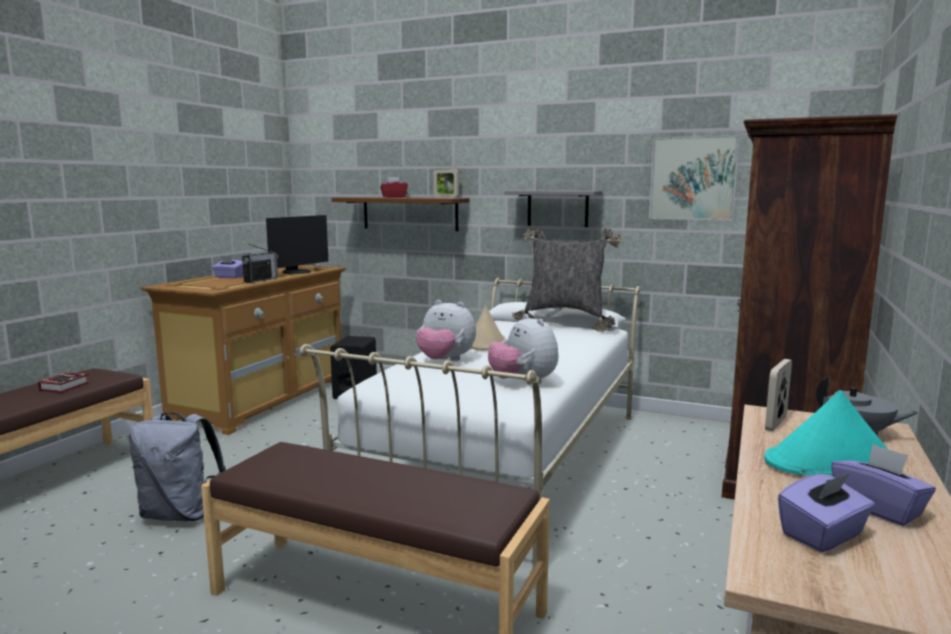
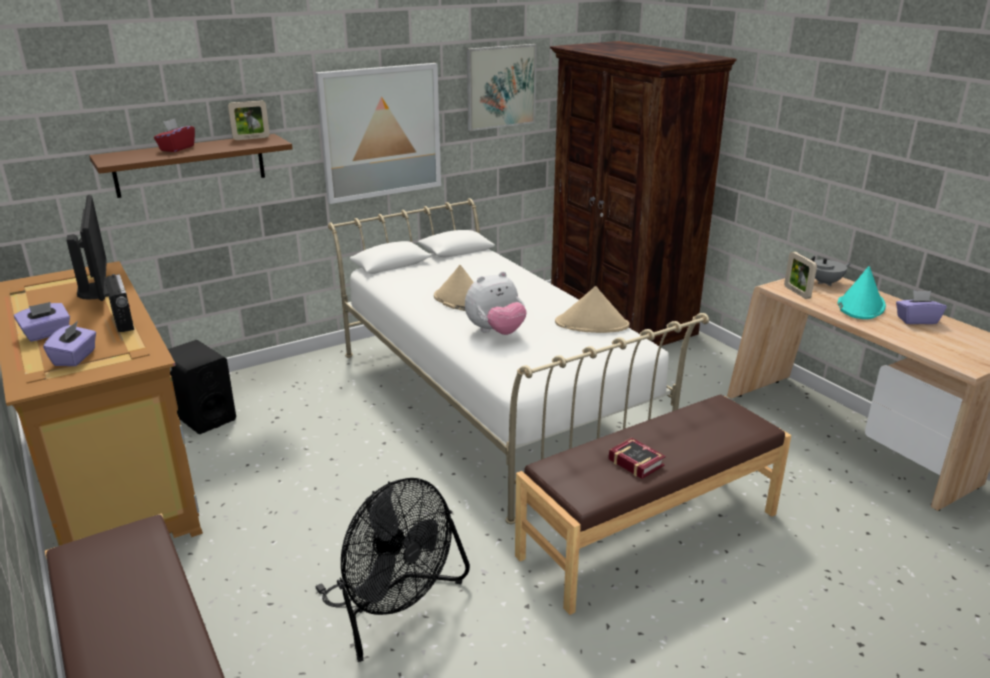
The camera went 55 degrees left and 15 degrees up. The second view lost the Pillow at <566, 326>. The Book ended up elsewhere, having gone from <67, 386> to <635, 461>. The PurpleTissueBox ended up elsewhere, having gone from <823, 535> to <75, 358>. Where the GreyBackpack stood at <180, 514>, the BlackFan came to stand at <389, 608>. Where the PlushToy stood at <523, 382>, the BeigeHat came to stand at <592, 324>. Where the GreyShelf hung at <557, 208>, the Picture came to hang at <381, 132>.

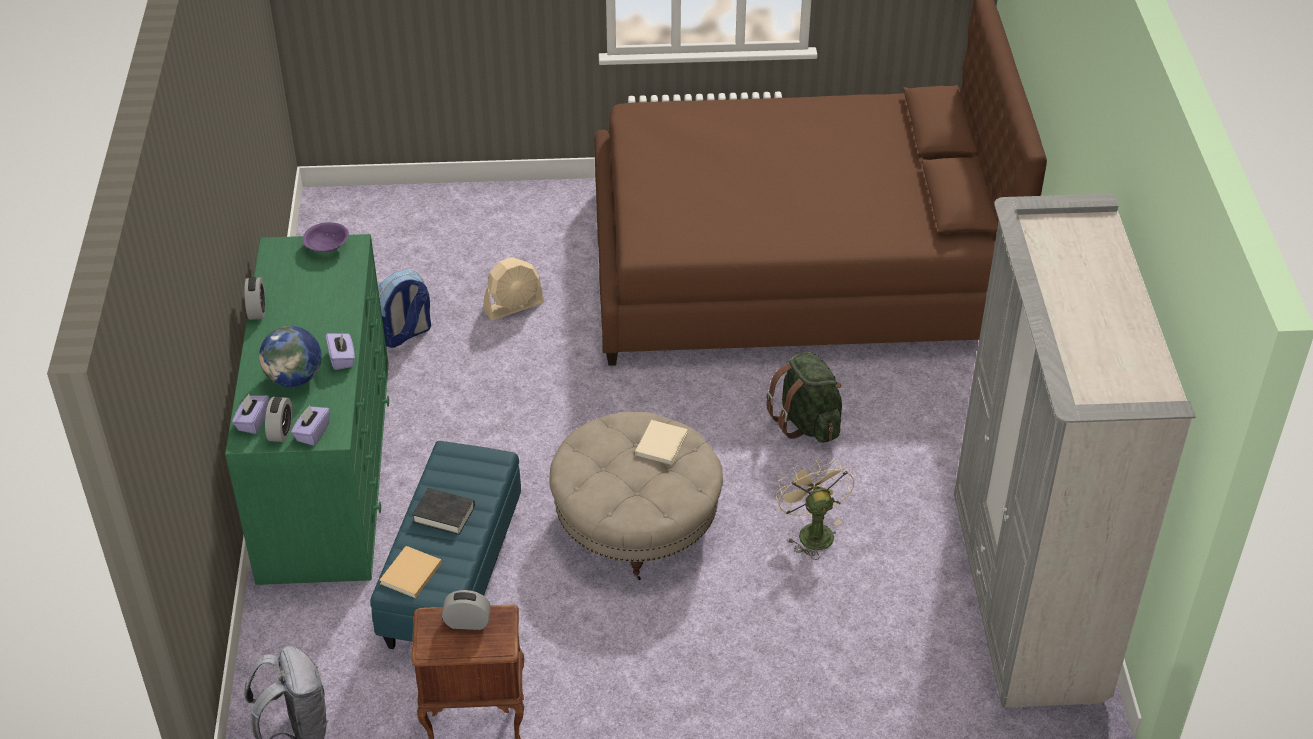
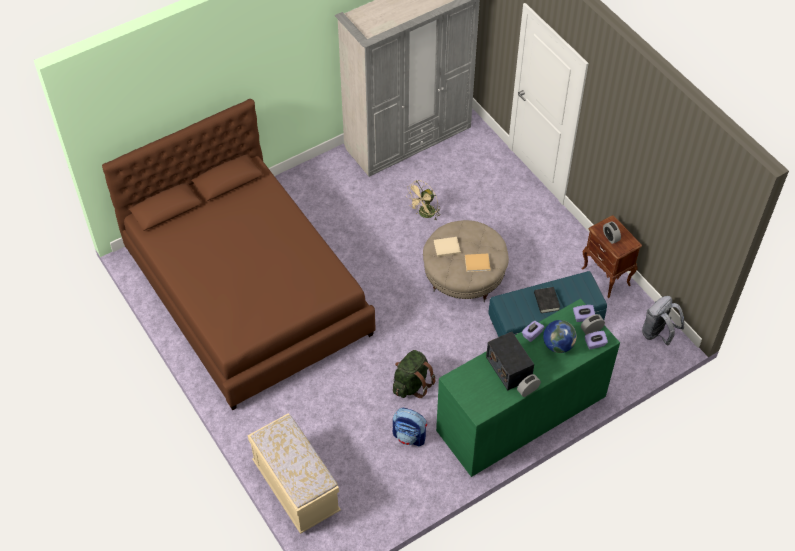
The camera went 120 degrees left and 10 degrees up. The second view lost the PurpleBowl at <327, 247>. The second view lost the BeigeFan at <514, 306>. The second view gained the BeigeBench at <296, 487>. The second view gained the Radio at <508, 368>. The BeigeBook ended up elsewhere, having gone from <410, 575> to <478, 263>. The GreenBackpack ended up elsewhere, having gone from <807, 422> to <411, 384>.

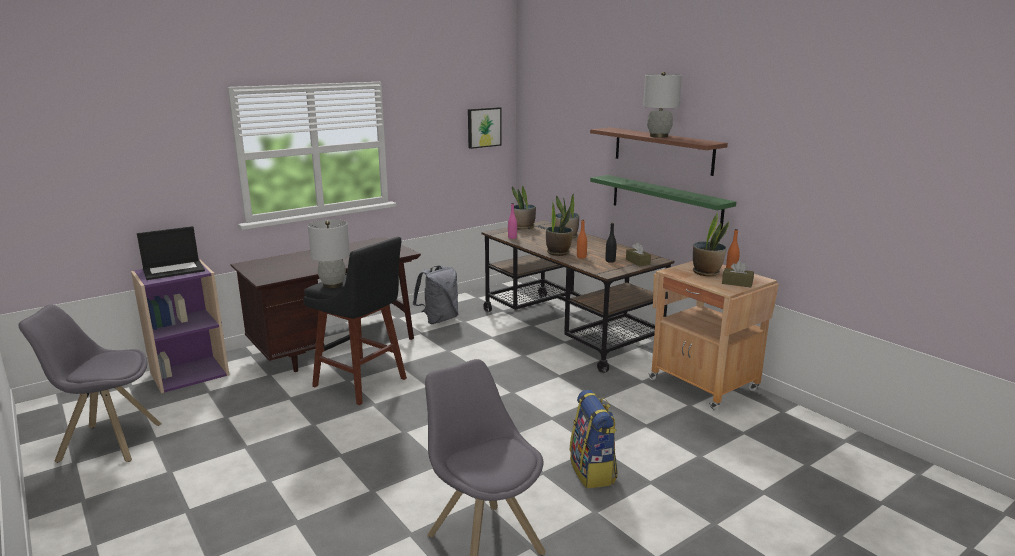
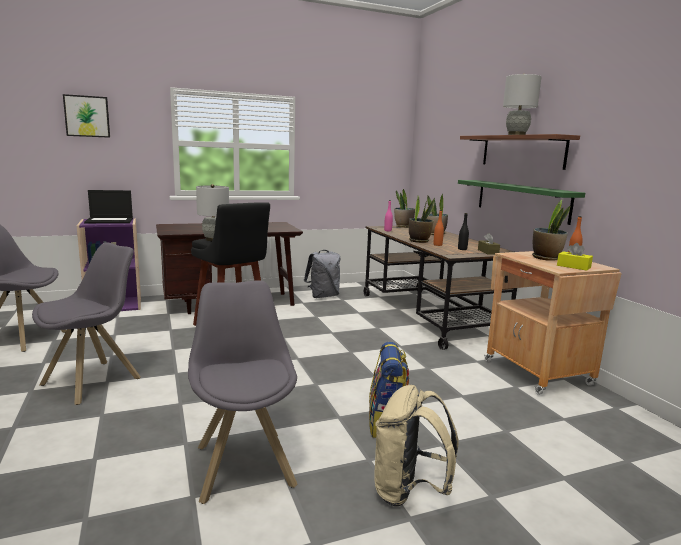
The camera went 15 degrees right and 5 degrees down. The second view gained the GreyChair at <92, 381>. The second view gained the BeigeBackpack at <408, 491>. The Picture ended up elsewhere, having gone from <483, 127> to <87, 116>. What was the BrownTissueBox at <737, 283> turned into the YellowTissueBox at <573, 266>.

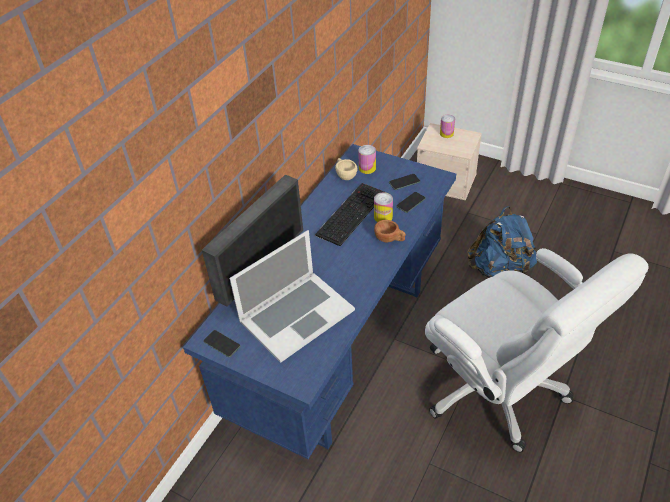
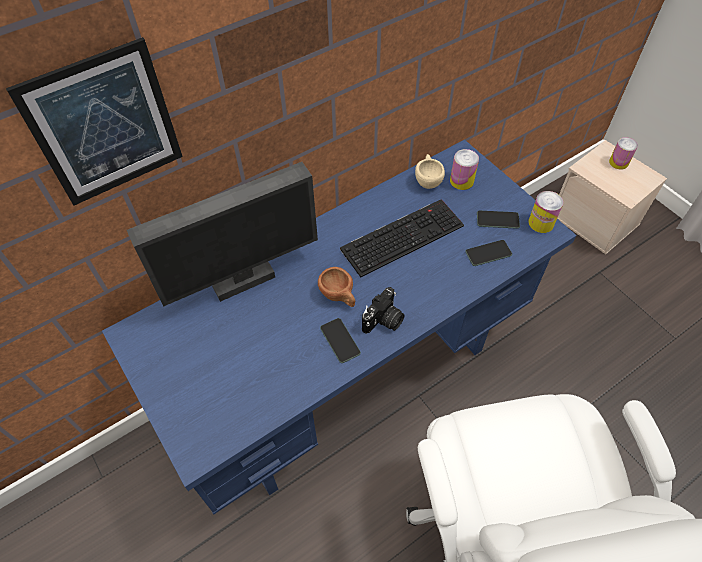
The camera went 25 degrees right and 10 degrees up. The second view lost the Laptop at <296, 315>. The second view lost the BlueBackpack at <500, 269>. The second view gained the Picture at <105, 125>. The second view gained the PhotoCamera at <384, 321>. The Phone ended up elsewhere, having gone from <222, 344> to <340, 340>. The Can ended up elsewhere, having gone from <383, 217> to <541, 223>. The BrownCup ended up elsewhere, having gone from <389, 239> to <339, 296>.

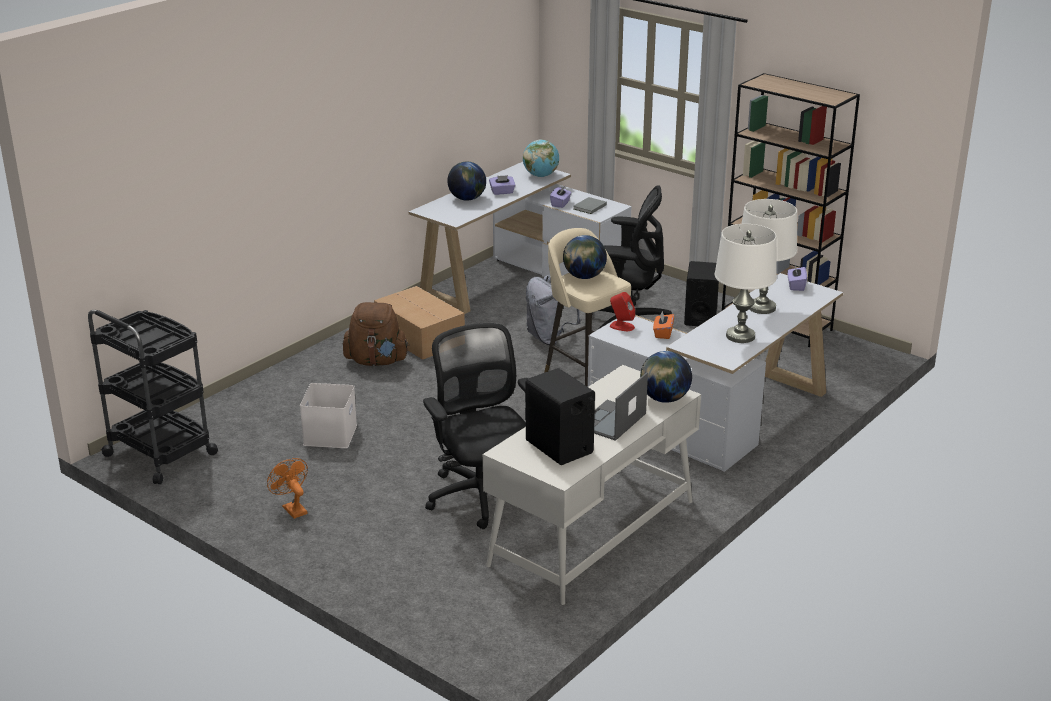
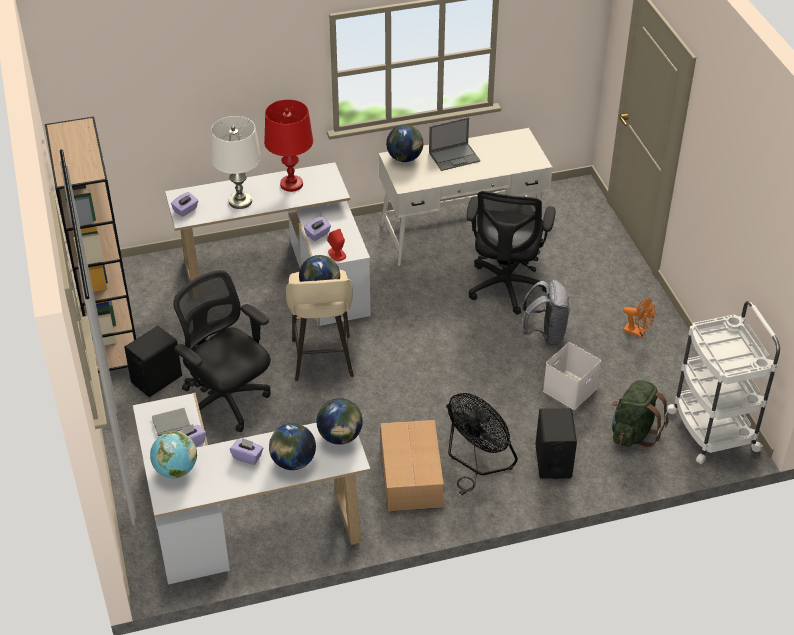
The camera went 145 degrees left and 15 degrees up. The second view gained the Globe at <340, 436>. The second view gained the GreenBackpack at <633, 432>. The GreyBackpack ended up elsewhere, having gone from <549, 338> to <545, 334>. The BlackSpeaker ended up elsewhere, having gone from <559, 447> to <553, 461>. Where the BrownBackpack stood at <376, 361>, the BlackFan came to stand at <474, 460>. What was the BlackCart at <161, 454> turned into the WhiteCart at <712, 430>. What was the OrangeTissueBox at <663, 333> turned into the PurpleTissueBox at <318, 234>. What was the WhiteTableLamp at <740, 336> turned into the RedTableLamp at <291, 184>. The OrangeFan at <292, 508> ended up facing another way, 60 degrees counterclockwise from before.

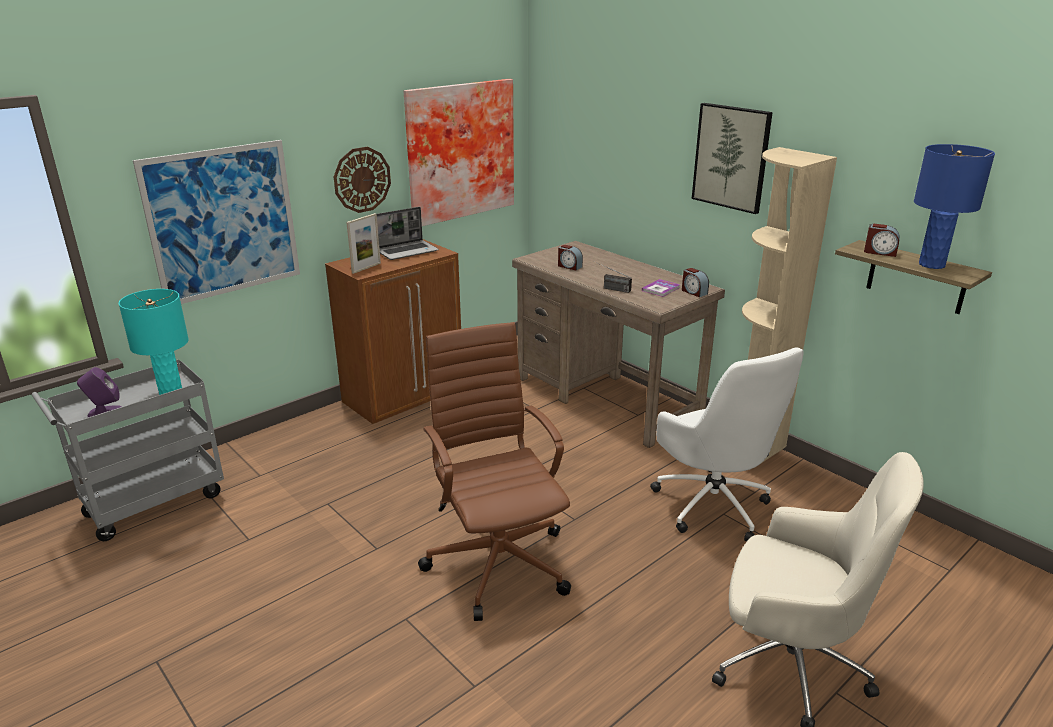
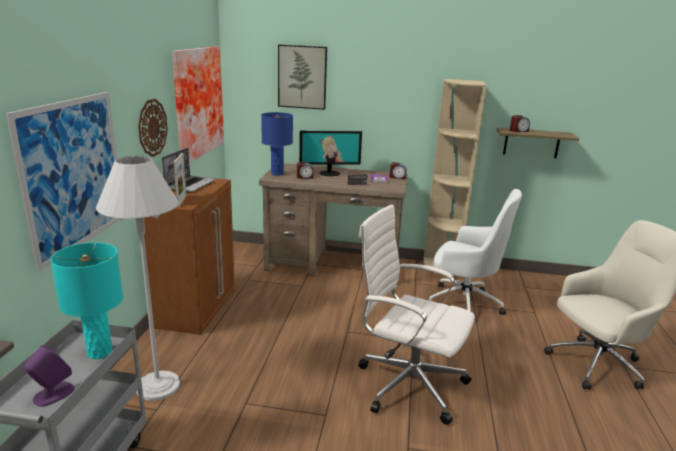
The camera went 40 degrees left and 5 degrees down. The second view gained the WhiteFloorLamp at <158, 386>. The second view gained the Monitor at <329, 173>. The Picture ended up elsewhere, having gone from <731, 157> to <302, 77>. The BlueTableLamp ended up elsewhere, having gone from <931, 264> to <277, 173>. What was the BrownOfficeChair at <498, 561> turned into the WhiteOfficeChair at <408, 383>.

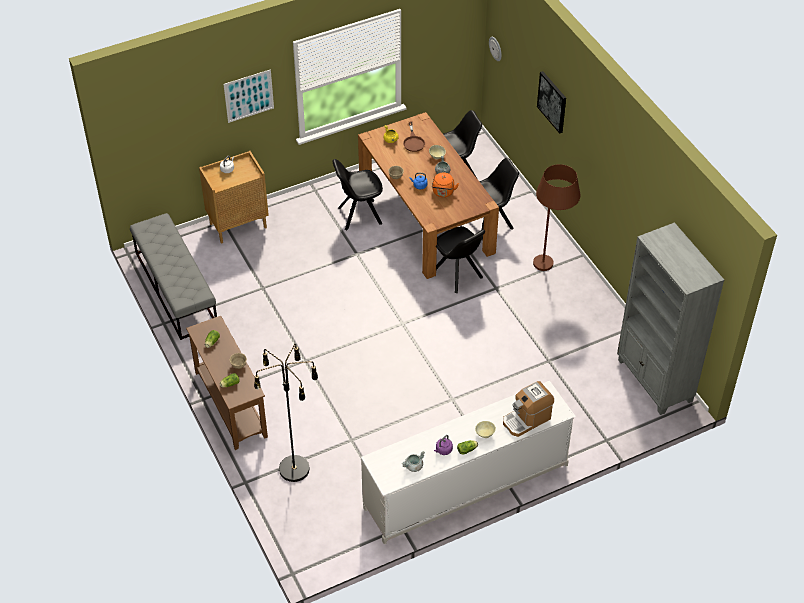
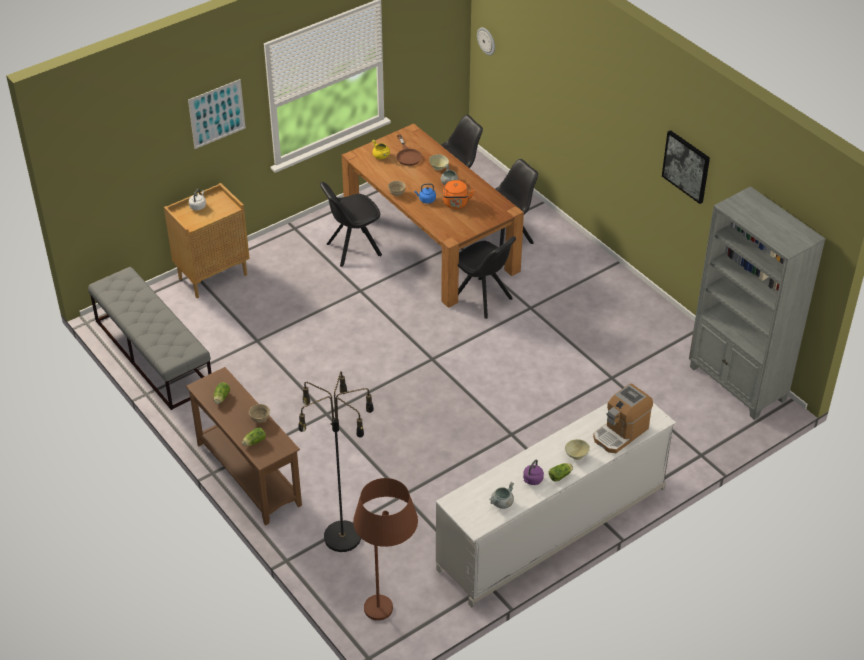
The camera went 10 degrees left and 5 degrees down. The BrownFloorLamp ended up elsewhere, having gone from <549, 270> to <388, 618>. The Picture ended up elsewhere, having gone from <552, 101> to <686, 166>.

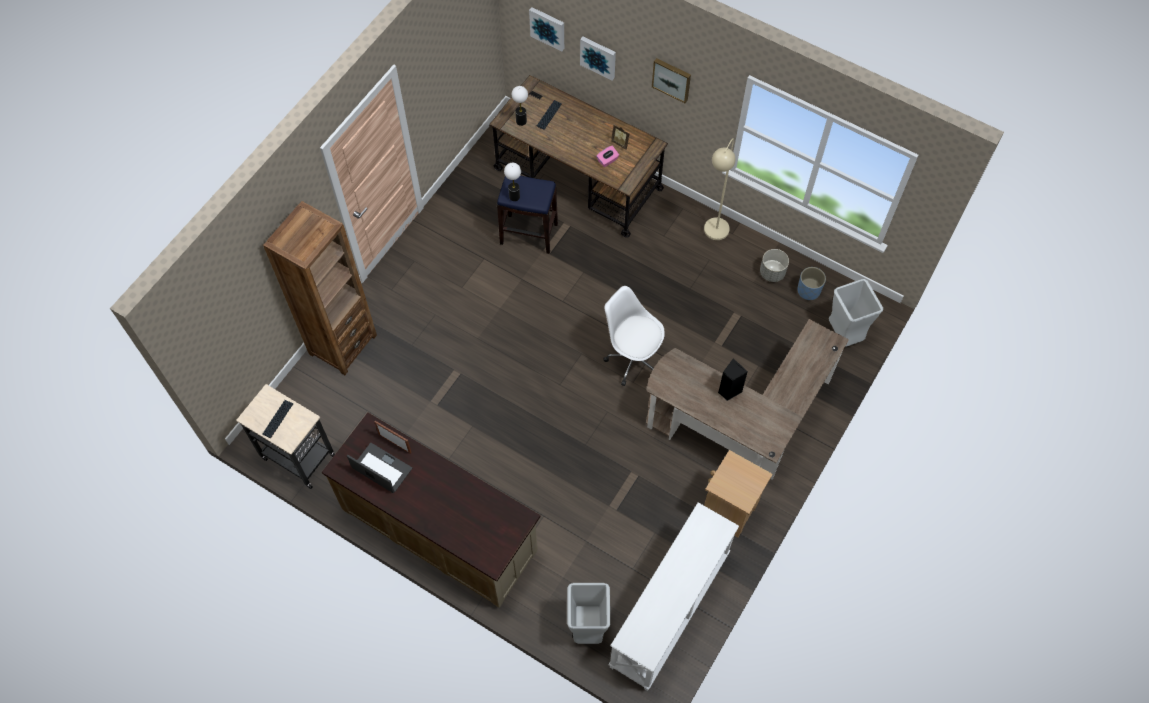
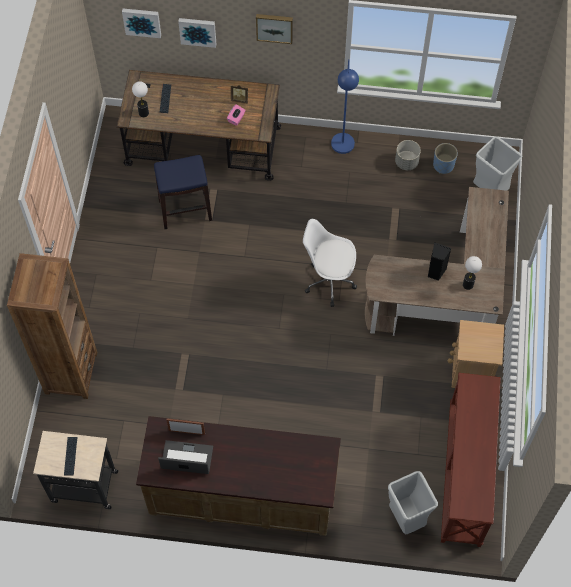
The camera went 25 degrees left and 0 degrees up. The TableLamp ended up elsewhere, having gone from <514, 196> to <468, 284>. What was the WhiteConsoleTable at <670, 611> turned into the BrownConsoleTable at <465, 475>. What was the BeigeFloorLamp at <713, 236> turned into the BlueFloorLamp at <342, 150>.

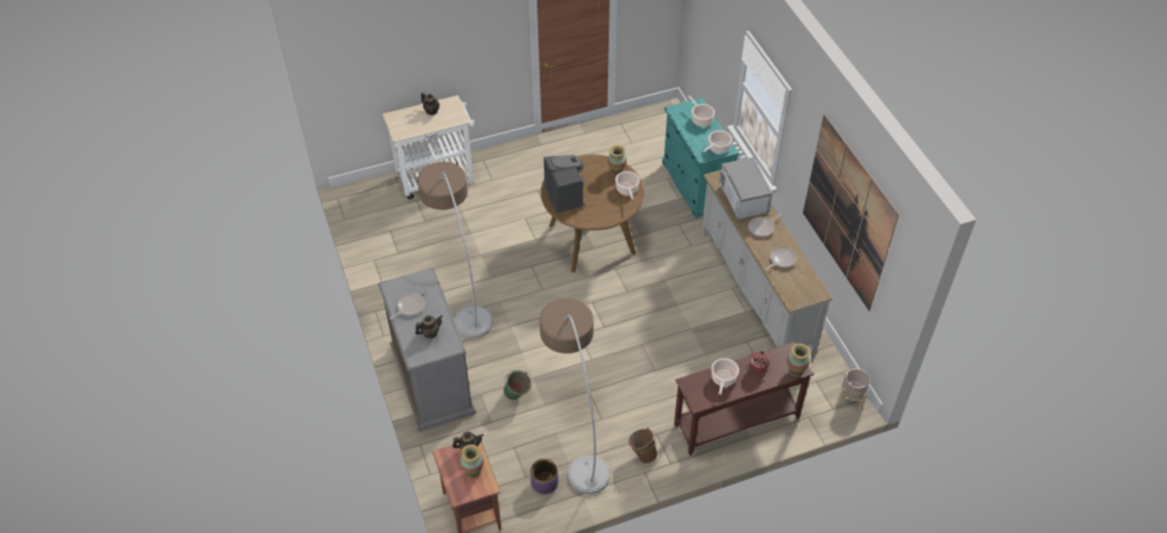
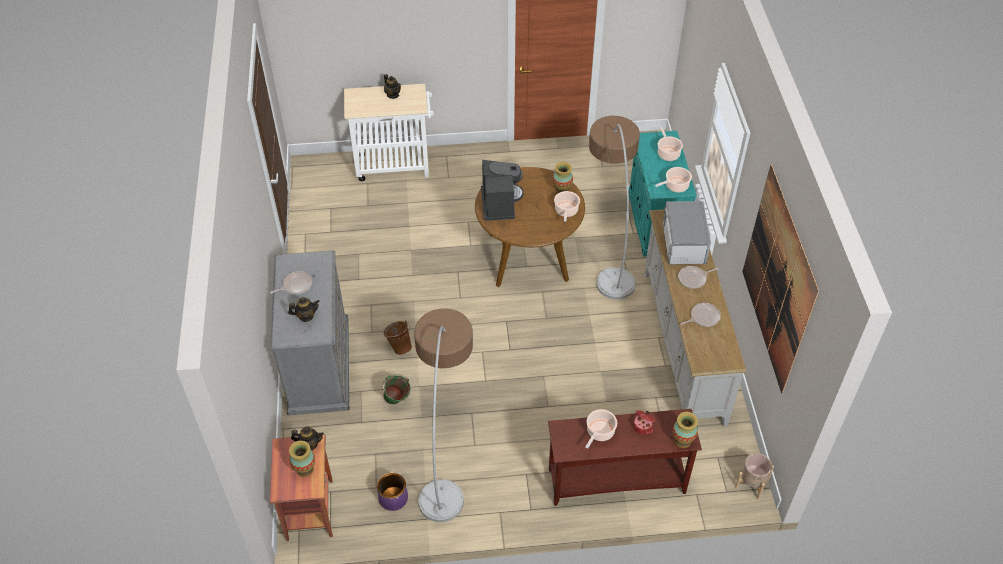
The camera went 15 degrees right and 0 degrees up. The FloorLamp ended up elsewhere, having gone from <460, 284> to <609, 244>. The BrownBucket ended up elsewhere, having gone from <642, 454> to <399, 346>.

